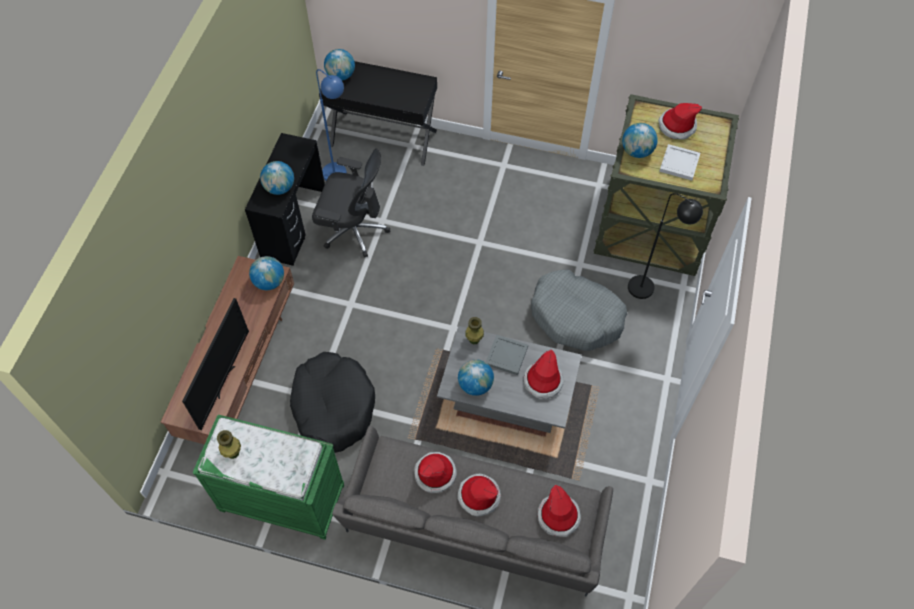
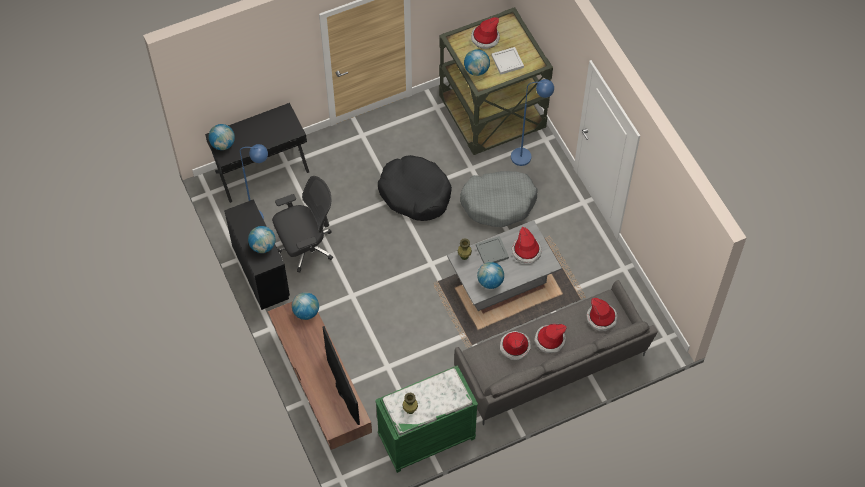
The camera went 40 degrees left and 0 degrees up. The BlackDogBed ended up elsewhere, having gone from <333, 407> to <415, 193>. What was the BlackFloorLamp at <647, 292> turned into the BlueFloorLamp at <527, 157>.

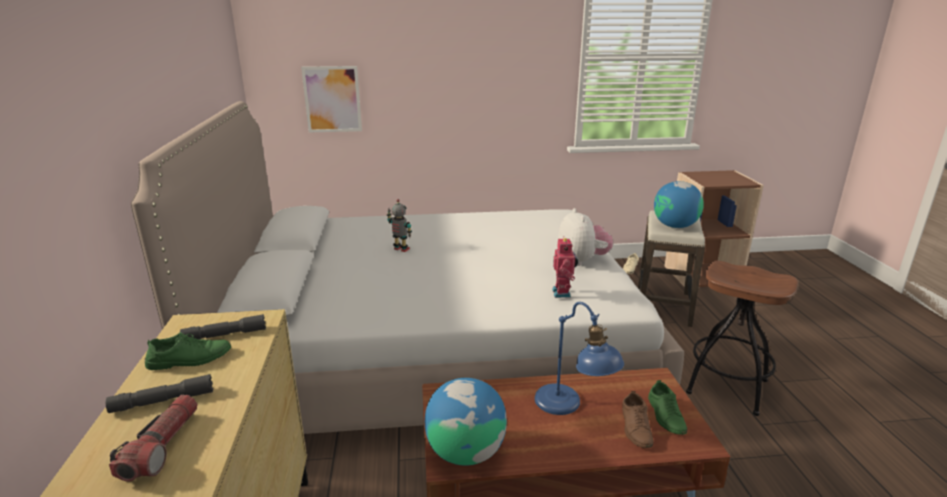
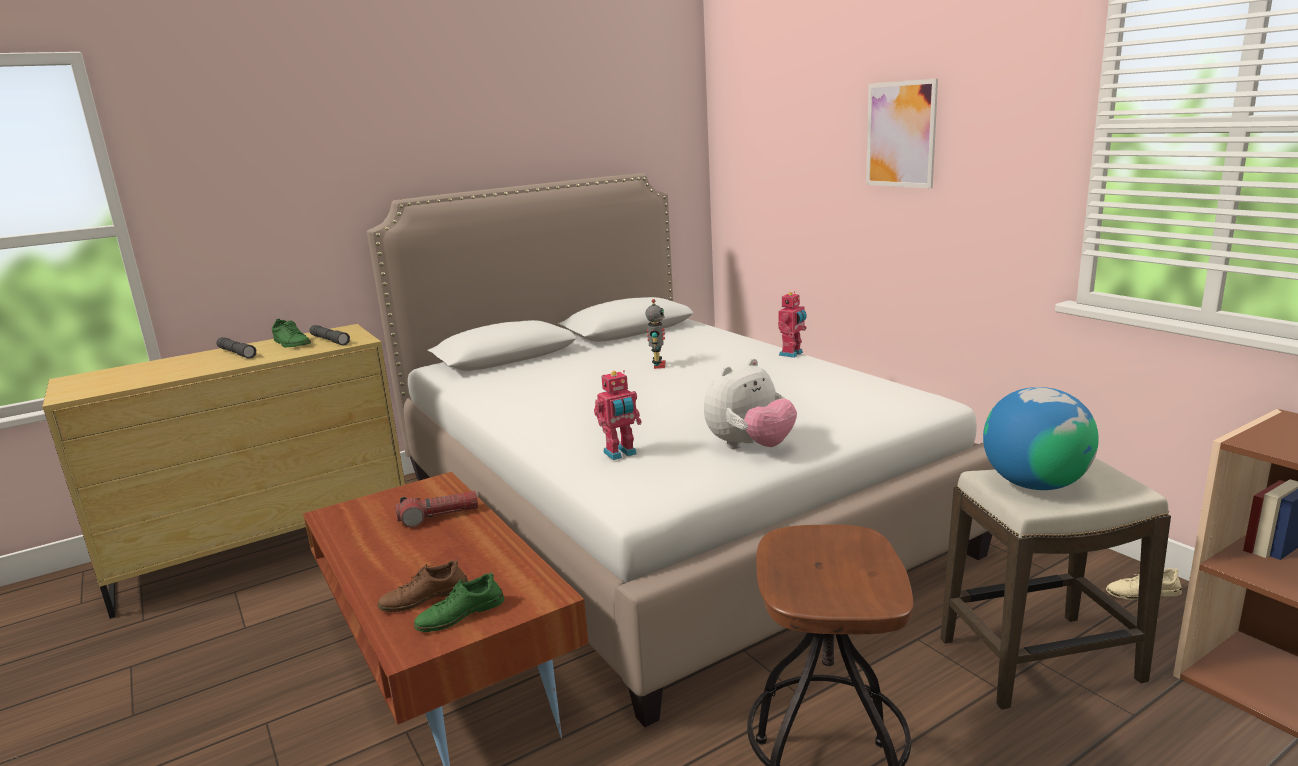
The camera went 65 degrees right and 5 degrees down. The second view lost the Globe at <465, 452>. The second view lost the BlueTableLamp at <574, 409>. The second view gained the ToyRobot at <792, 354>. The Flashlight ended up elsewhere, having gone from <162, 447> to <438, 516>. The Picture ended up elsewhere, having gone from <332, 99> to <900, 134>.

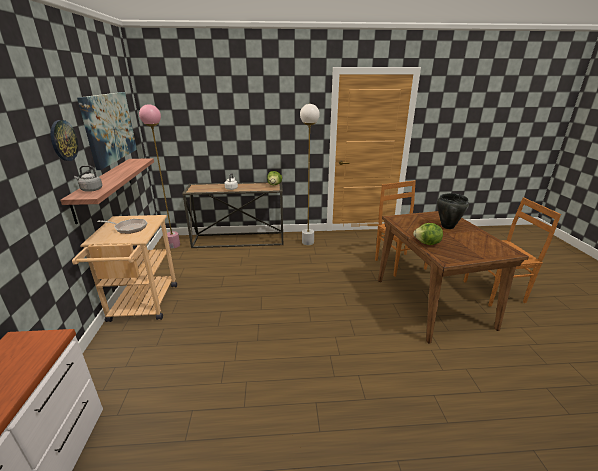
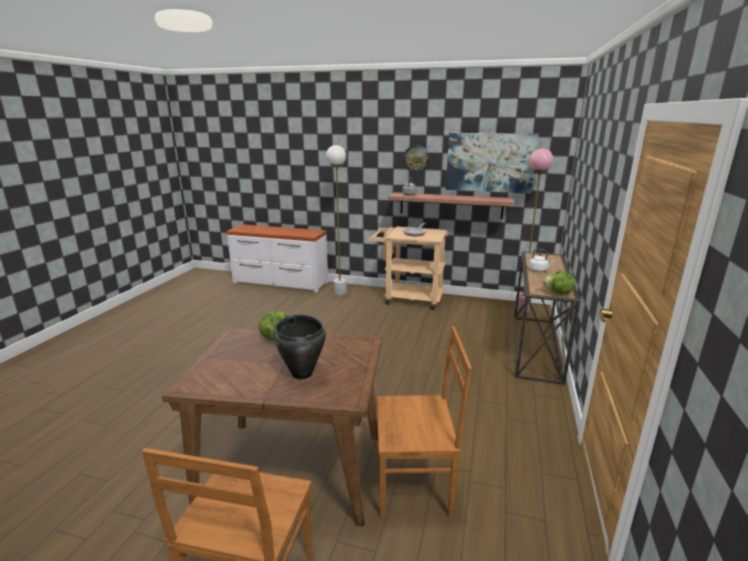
The camera went 110 degrees right and 5 degrees down. The WhiteFloorLamp ended up elsewhere, having gone from <307, 242> to <340, 293>.

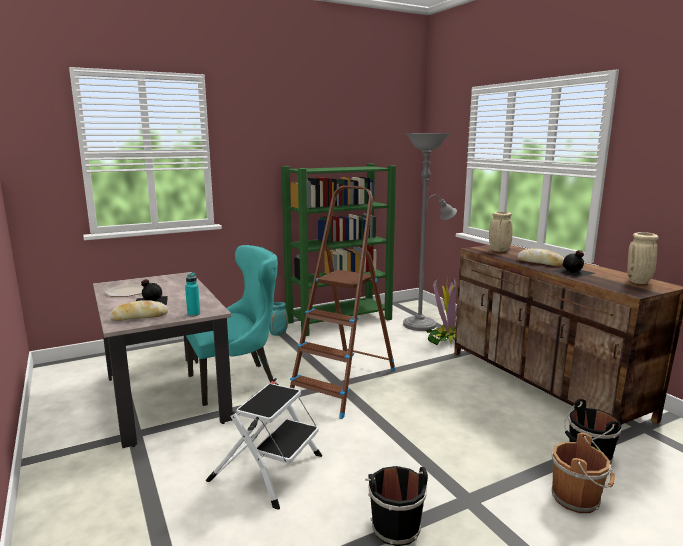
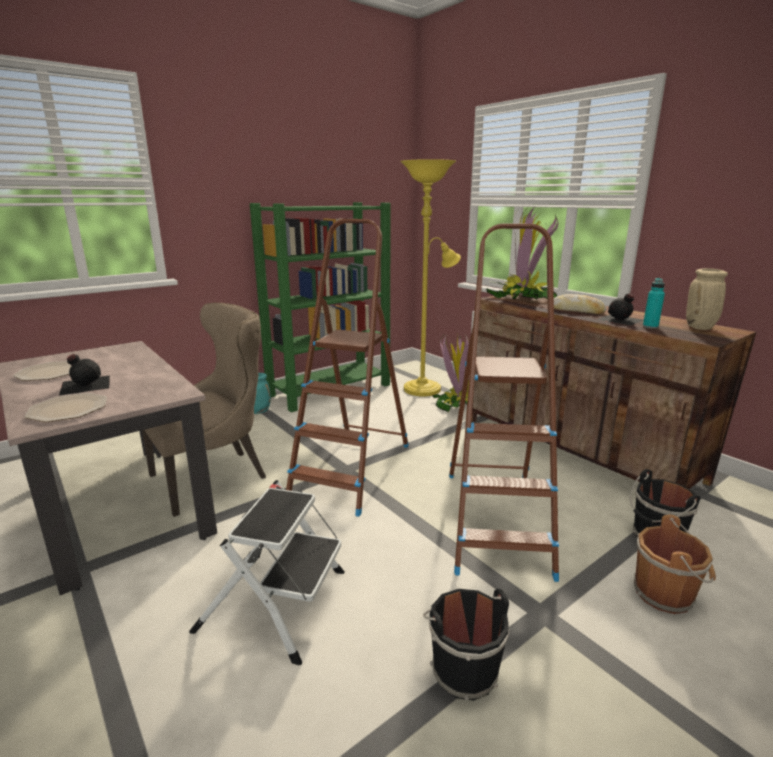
The camera went 10 degrees left and 5 degrees up. The second view gained the BrownStepLadder at <495, 520>. The TurquoiseBottle ended up elsewhere, having gone from <193, 314> to <650, 326>. Where the Bread stood at <139, 317>, the Plate came to stand at <67, 409>. Where the BeigeVase stood at <499, 251>, the PottedPlant came to stand at <522, 299>. What was the TurquoiseChair at <236, 381> turned into the BeigeChair at <214, 477>. What was the GreyFloorLamp at <422, 324> turned into the YellowFloorLamp at <425, 388>.

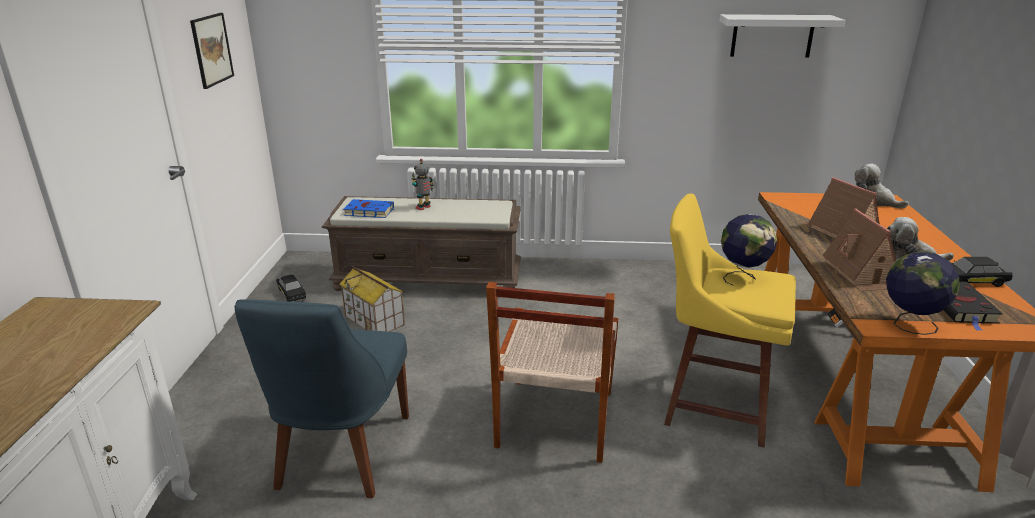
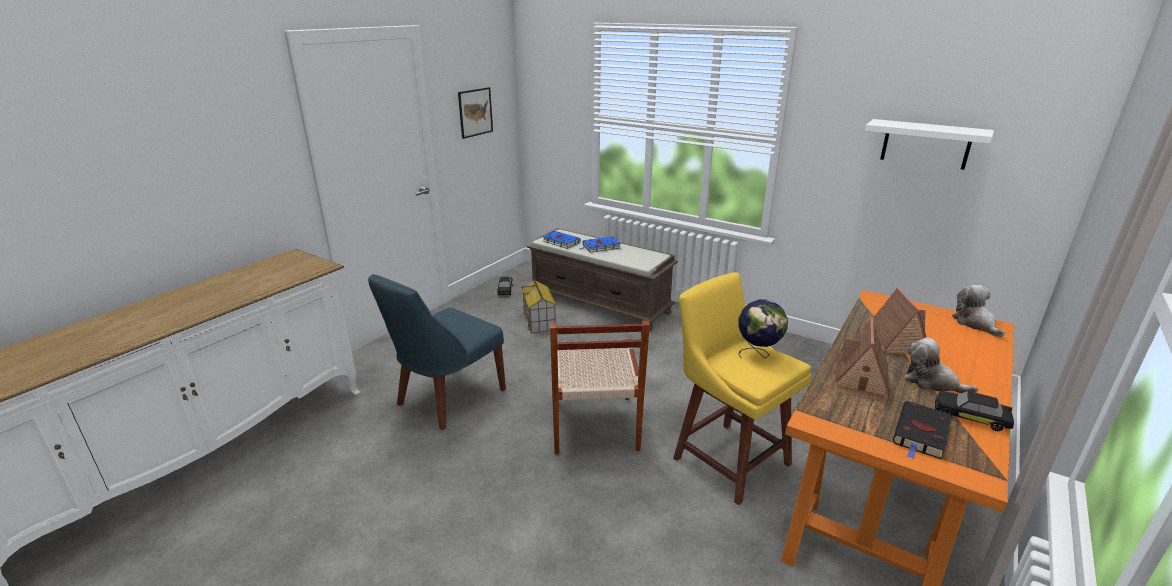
The camera went 30 degrees right and 0 degrees up. The second view lost the Globe at <909, 325>. Where the ToyRobot stood at <424, 208>, the BlueBook came to stand at <600, 247>. The Chair at <554, 422> ended up facing another way, 45 degrees counterclockwise from before.

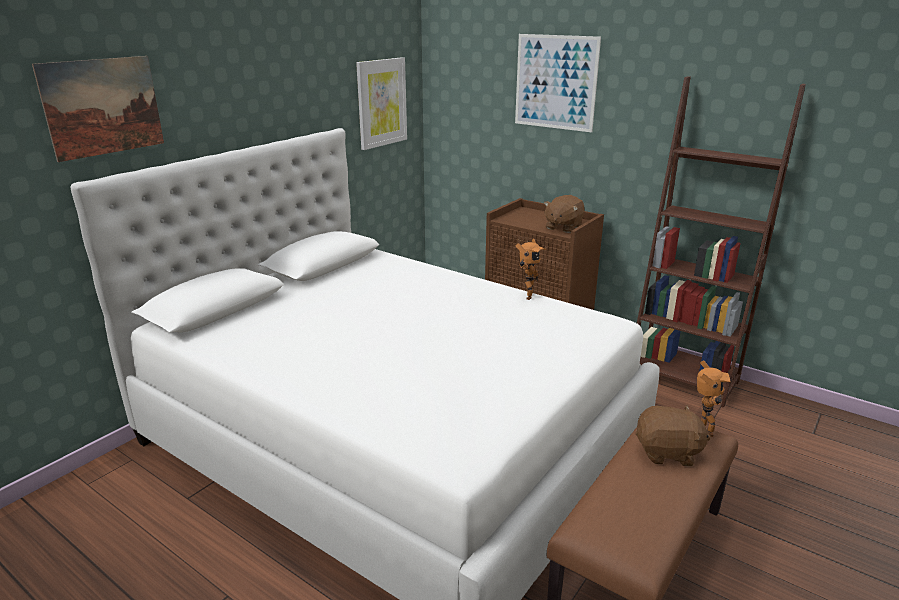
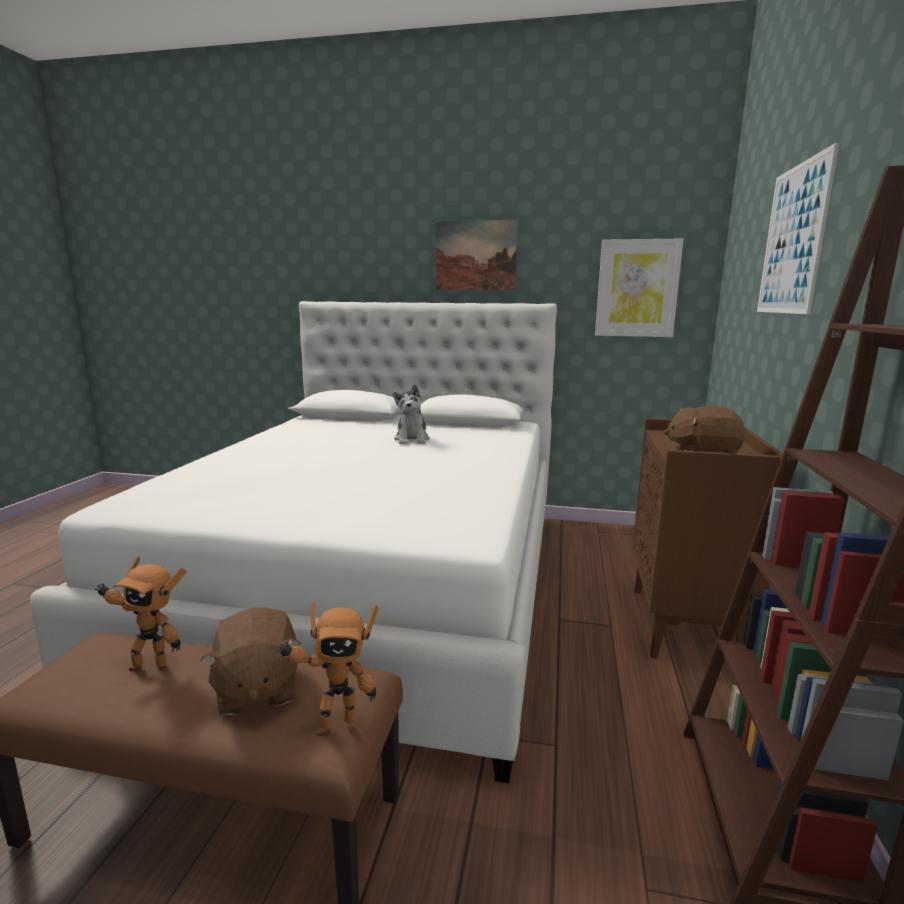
The camera went 65 degrees right and 10 degrees down. The second view gained the PlushToy at <412, 439>. The Picture ended up elsewhere, having gone from <103, 107> to <476, 255>. The ToyRobot ended up elsewhere, having gone from <526, 296> to <150, 664>.

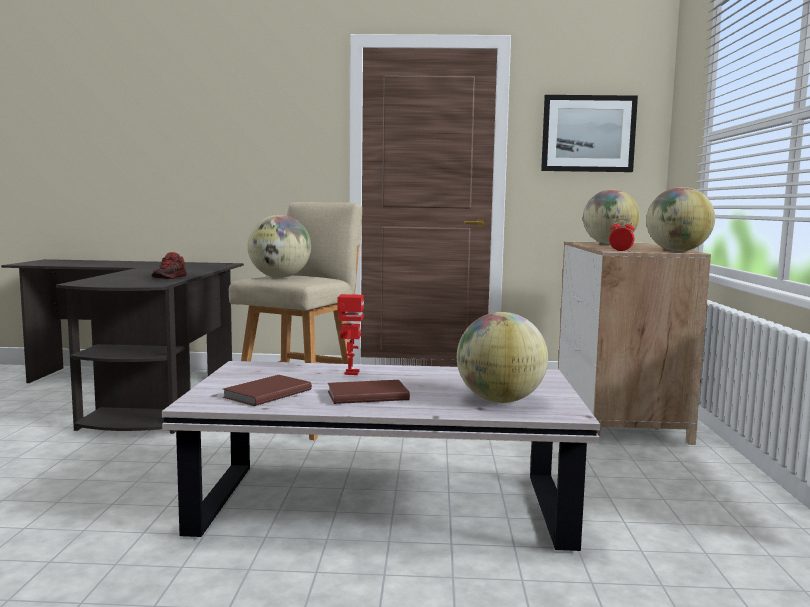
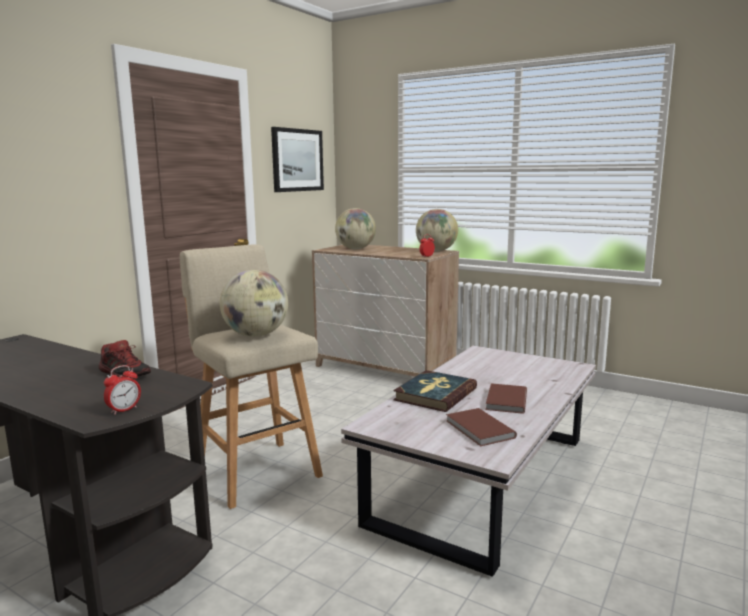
The camera went 60 degrees left and 5 degrees up. The second view lost the Globe at <500, 400>. The second view gained the AlarmClock at <124, 410>. Where the ToyRobot stood at <350, 373>, the Book came to stand at <435, 394>.

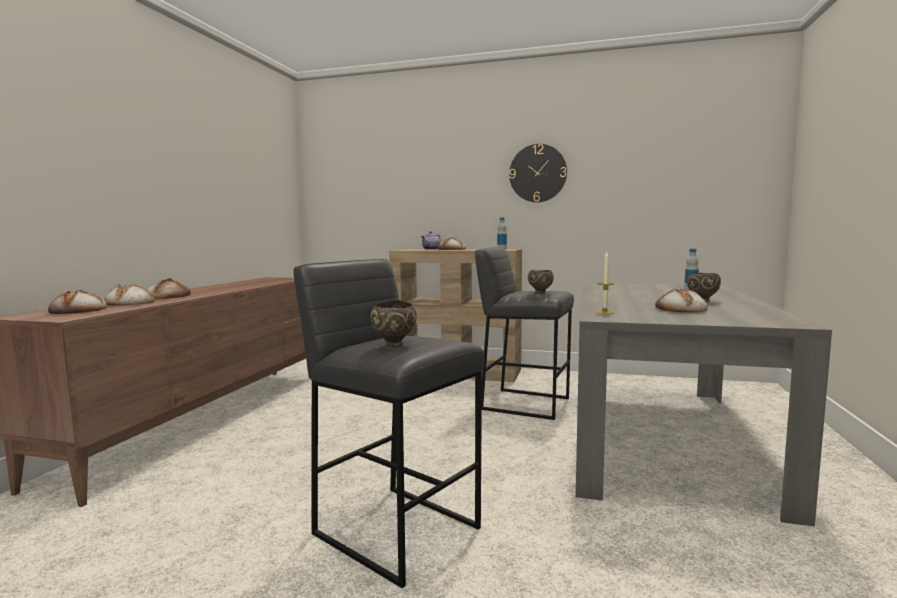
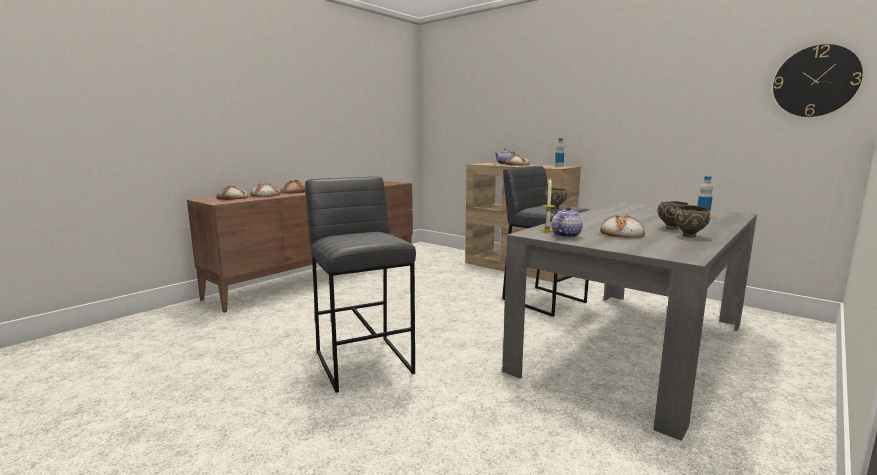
The camera went 25 degrees right and 5 degrees up. The second view gained the Teapot at <566, 235>. The BrownBowl ended up elsewhere, having gone from <394, 345> to <689, 236>. The WallClock ended up elsewhere, having gone from <537, 173> to <815, 81>.

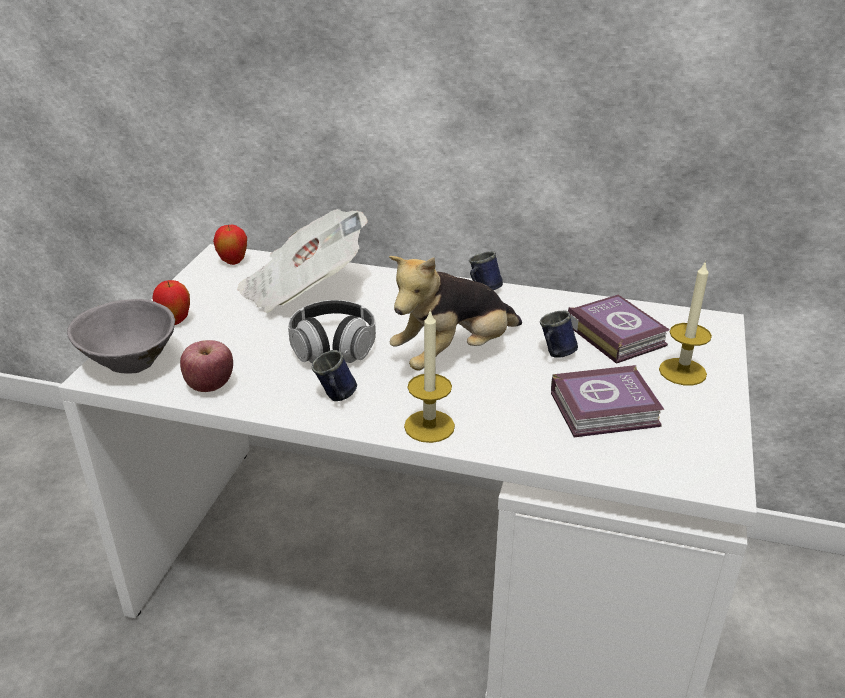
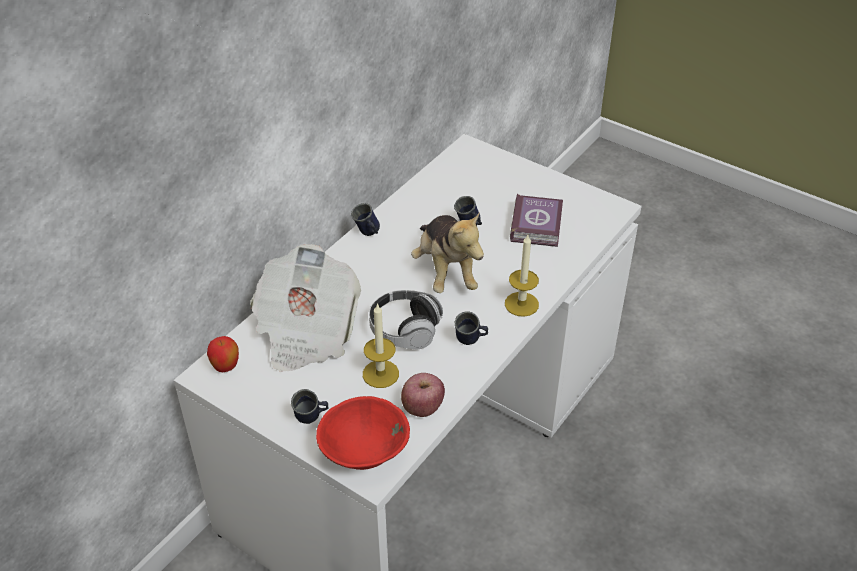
The camera went 70 degrees left and 10 degrees up. The second view lost the Book at <615, 334>. The Candle ended up elsewhere, having gone from <682, 372> to <380, 374>. Where the Apple stood at <175, 321>, the BlueMug came to stand at <312, 419>. What was the GreyBowl at <129, 362> turned into the RedBowl at <363, 455>.

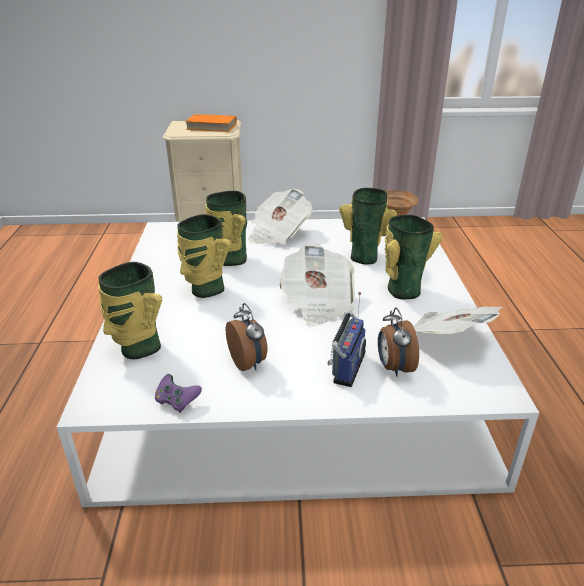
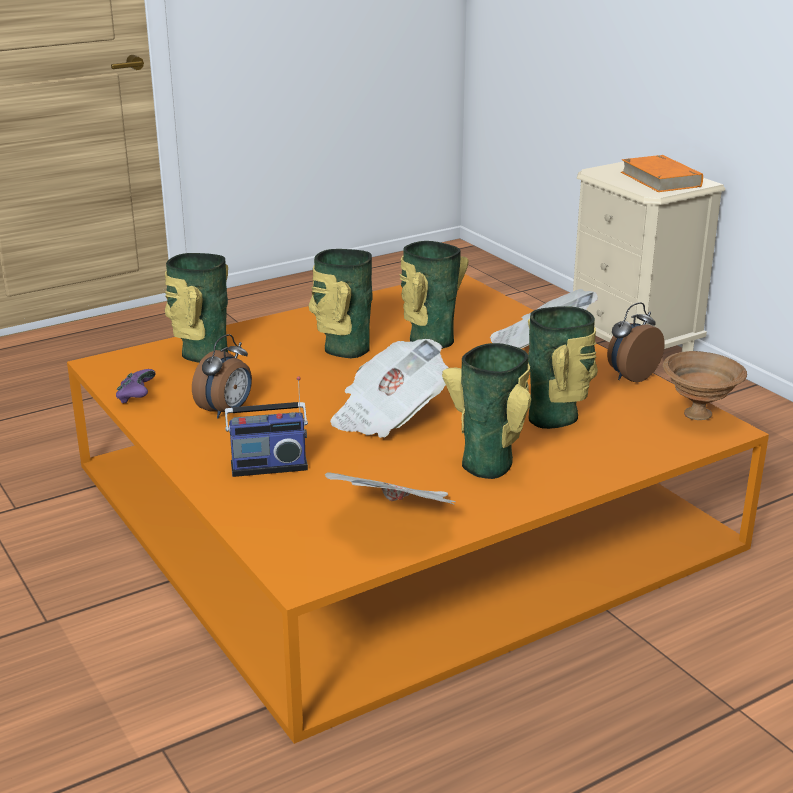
The camera went 60 degrees right and 5 degrees down. The AlarmClock ended up elsewhere, having gone from <393, 367> to <630, 376>. What was the WhiteCoffeeTable at <293, 363> turned into the OrangeCoffeeTable at <395, 506>.

